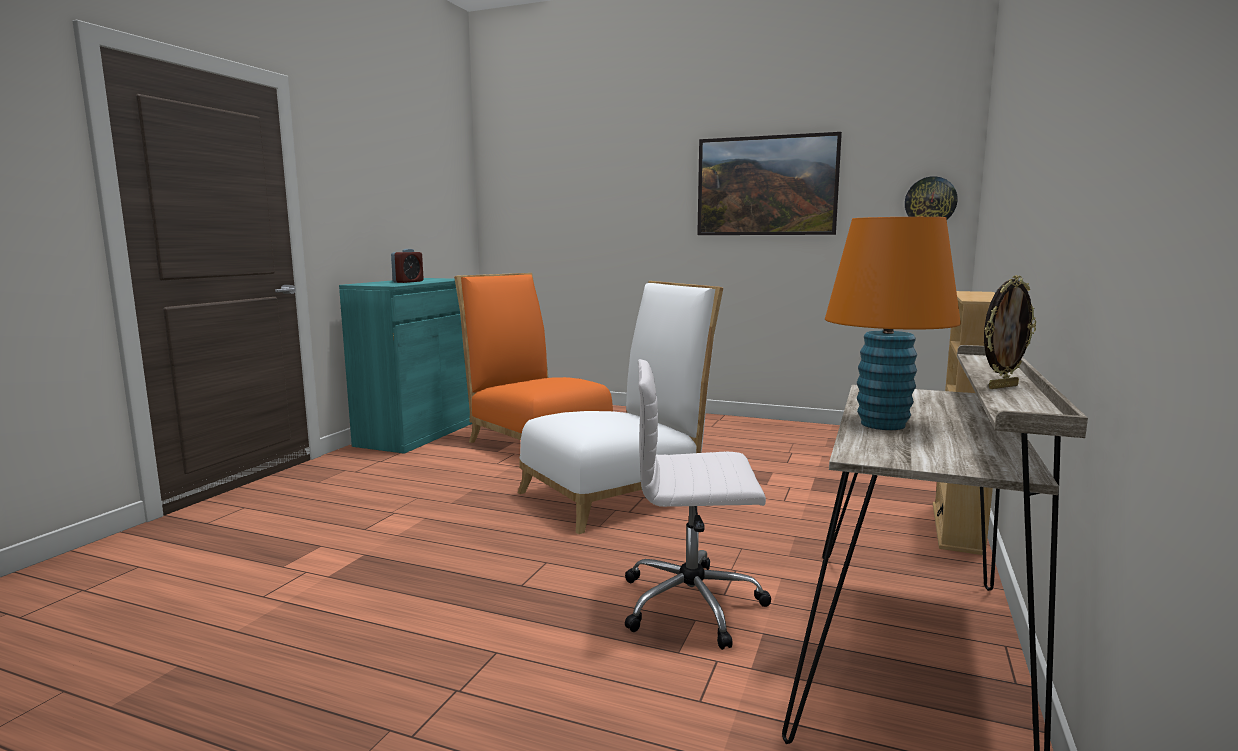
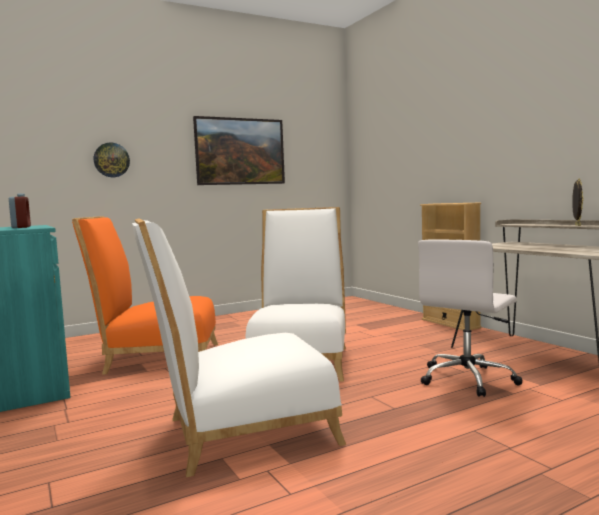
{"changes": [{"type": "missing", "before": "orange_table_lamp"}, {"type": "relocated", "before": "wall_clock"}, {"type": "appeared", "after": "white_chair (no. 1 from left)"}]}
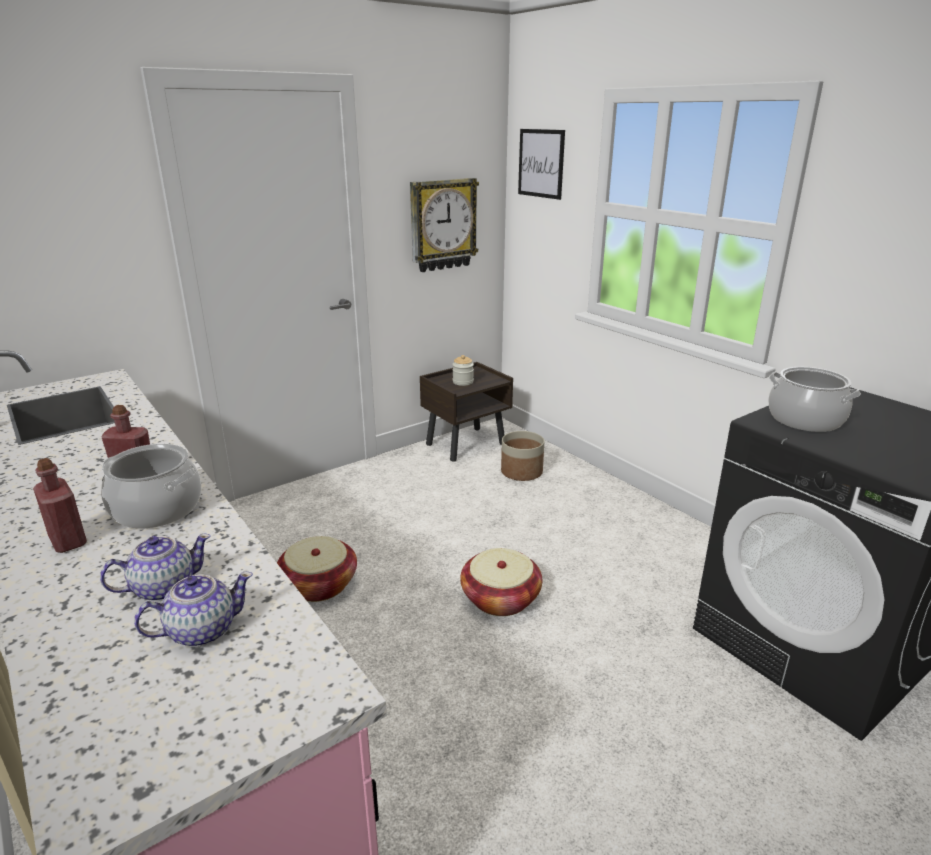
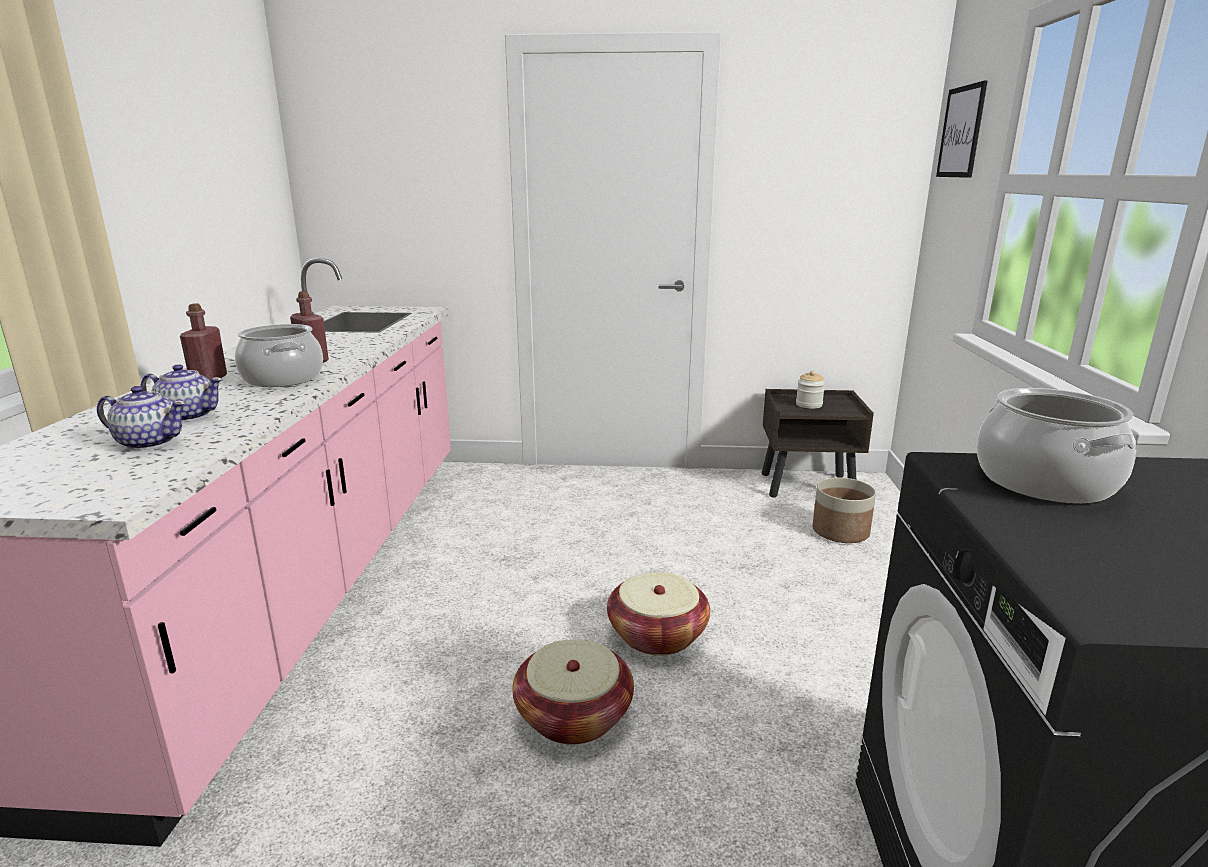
{"changes": [{"type": "relocated", "before": "basket (no. 1 from left)"}, {"type": "missing", "before": "wall_clock"}]}
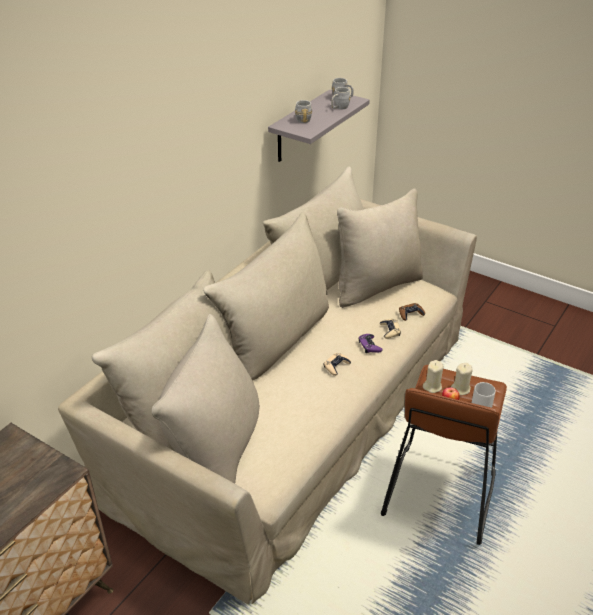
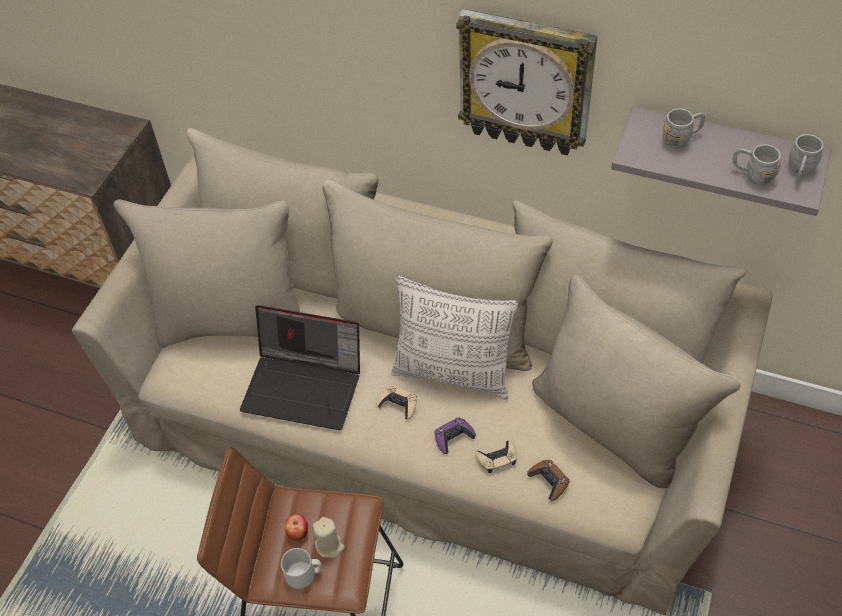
{"changes": [{"type": "missing", "before": "beige_candle (no. 1 from left)"}, {"type": "appeared", "after": "laptop"}, {"type": "appeared", "after": "pillow"}, {"type": "appeared", "after": "wall_clock"}]}
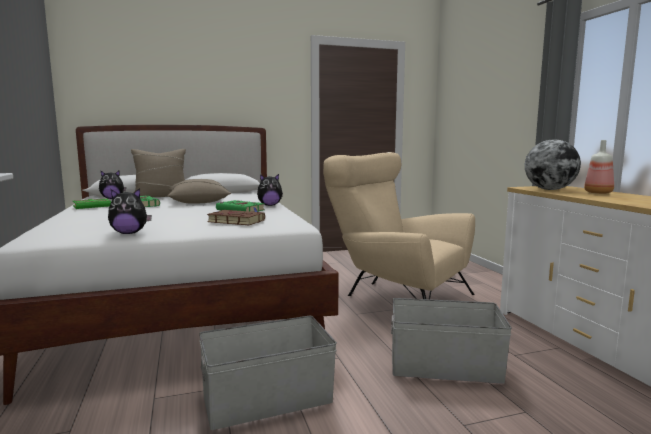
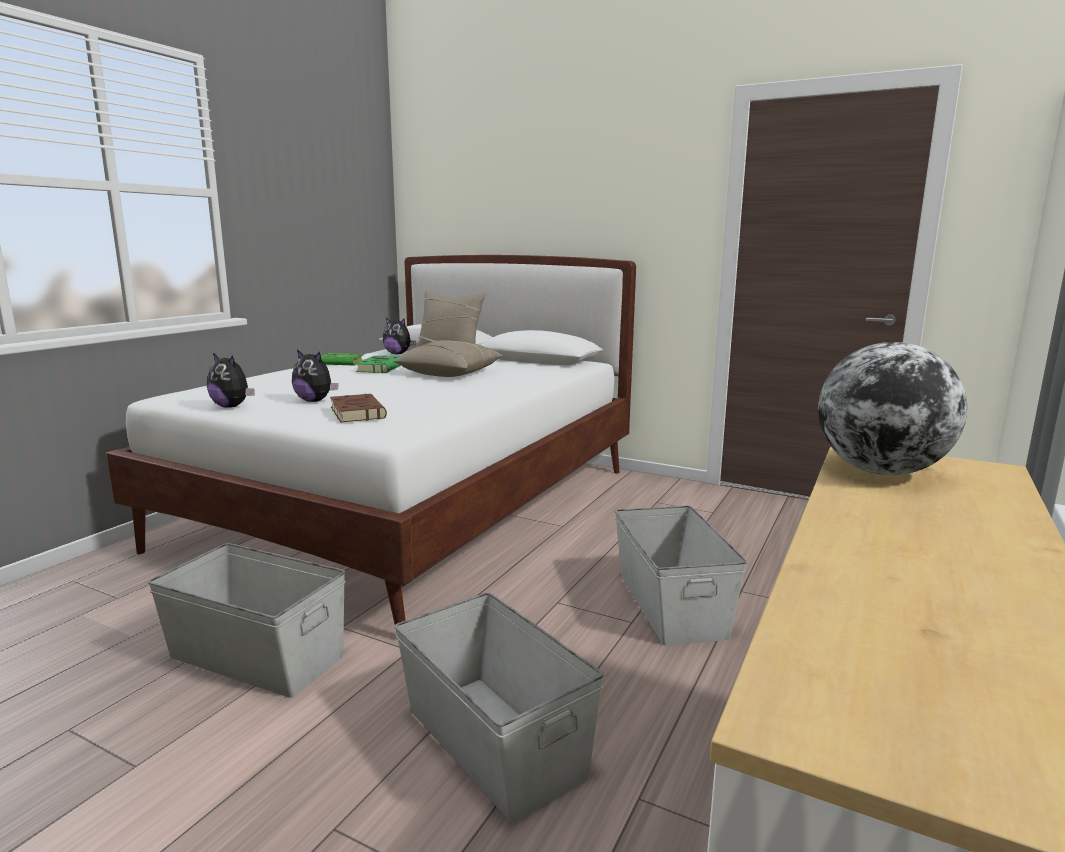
{"changes": [{"type": "missing", "before": "green_book (no. 3 from left)"}, {"type": "relocated", "before": "plush_toy (no. 3 from left in the first image)", "after": "plush_toy (no. 2 from left)"}, {"type": "exchanged", "before": "beige_armchair", "after": "grey_storage_box (no. 3 from left)"}, {"type": "missing", "before": "bottle"}]}
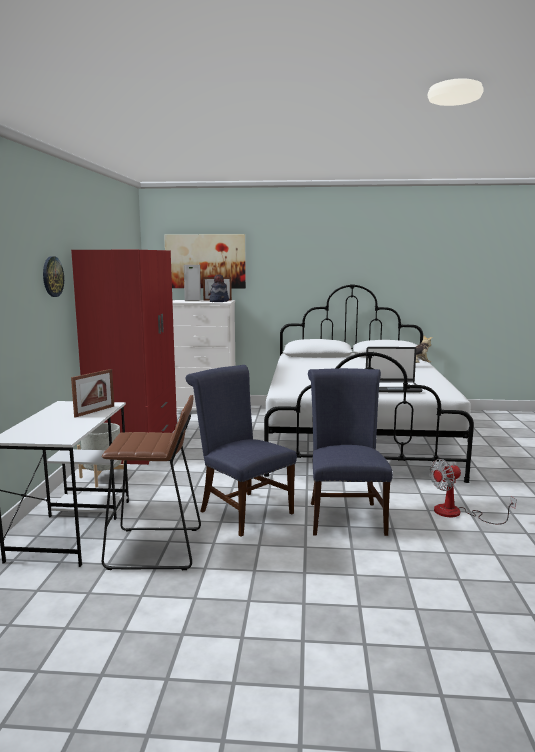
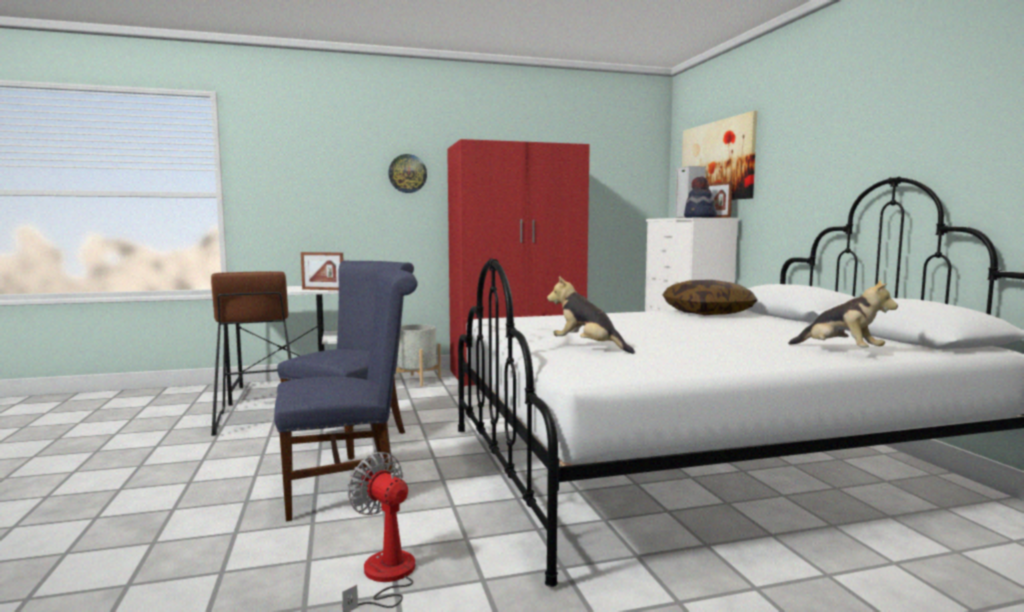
{"changes": [{"type": "exchanged", "before": "laptop", "after": "plush_toy (no. 1 from left)"}, {"type": "appeared", "after": "pillow"}]}
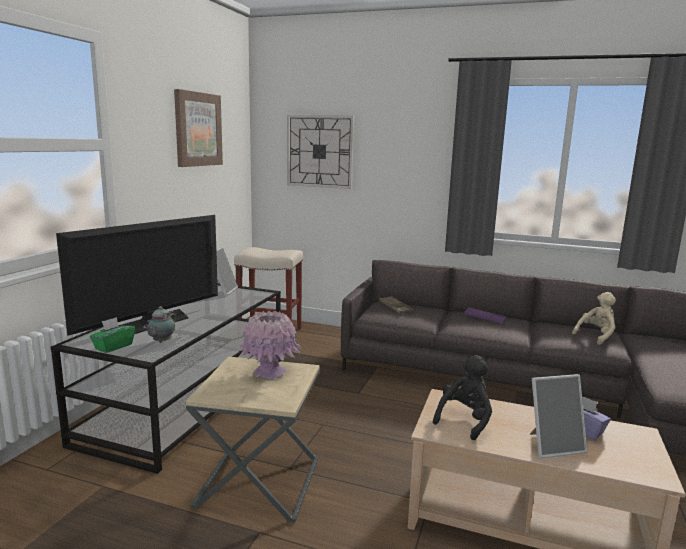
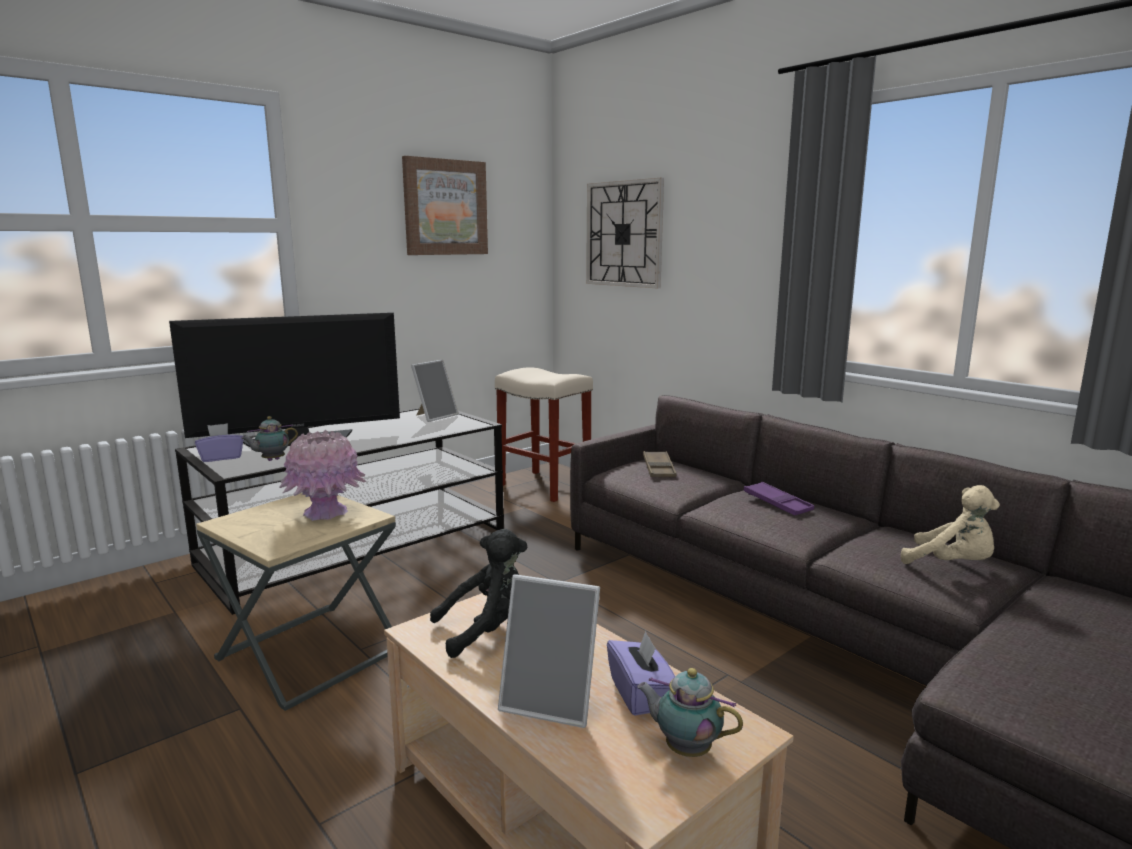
{"changes": [{"type": "colour", "before": "green_tissue_box", "after": "purple_tissue_box (no. 1 from left)"}, {"type": "spun", "before": "beige_plush_toy", "turn": 45}, {"type": "appeared", "after": "teapot (no. 2 from left)"}]}
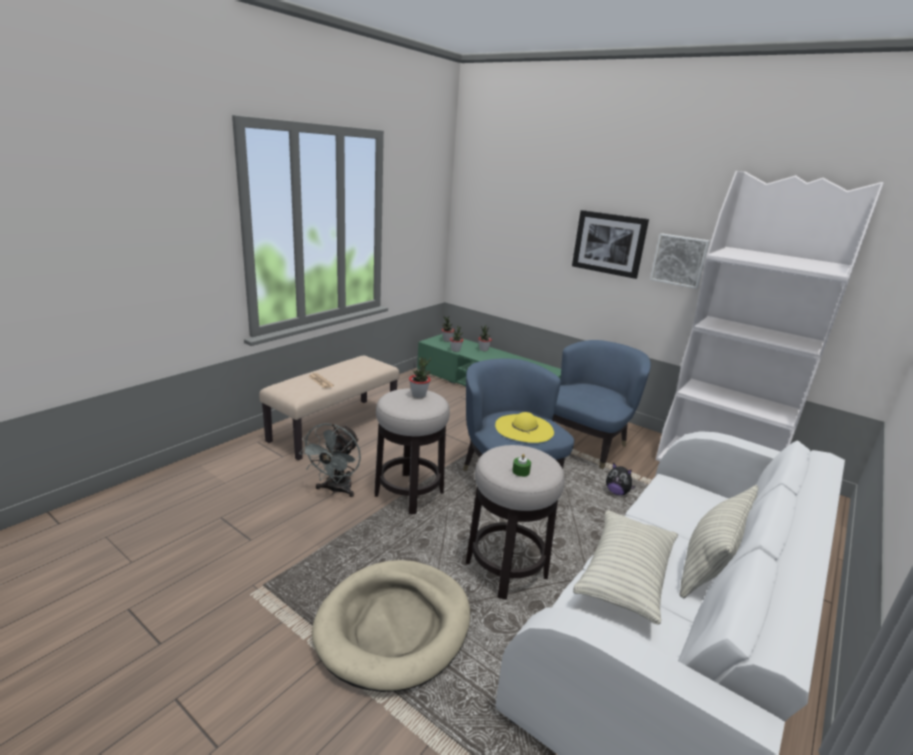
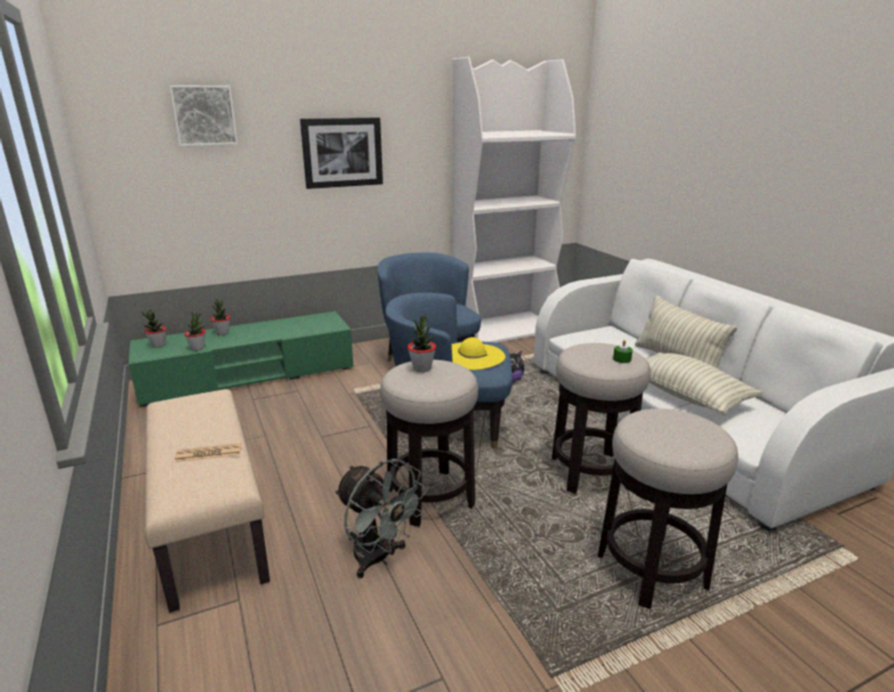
{"changes": [{"type": "exchanged", "before": "beige_dog_bed", "after": "stool (no. 3 from left)"}, {"type": "relocated", "before": "picture (no. 2 from left in the first image)", "after": "picture (no. 1 from left)"}]}
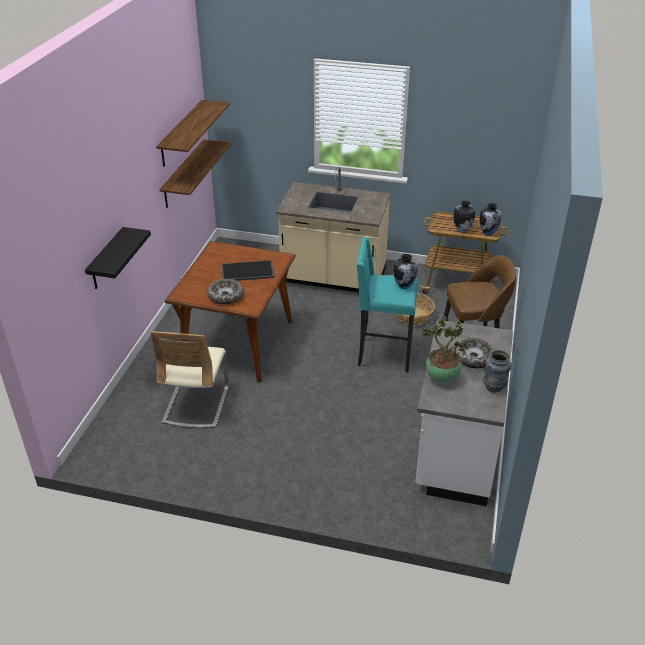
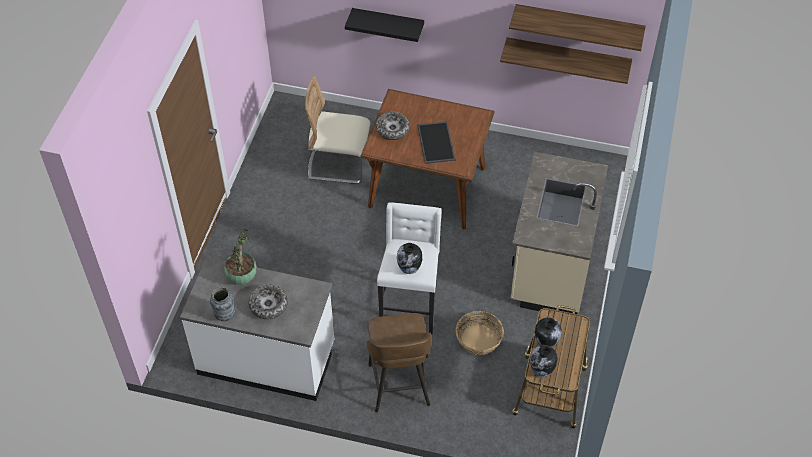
{"changes": [{"type": "colour", "before": "turquoise_stool", "after": "white_stool"}]}
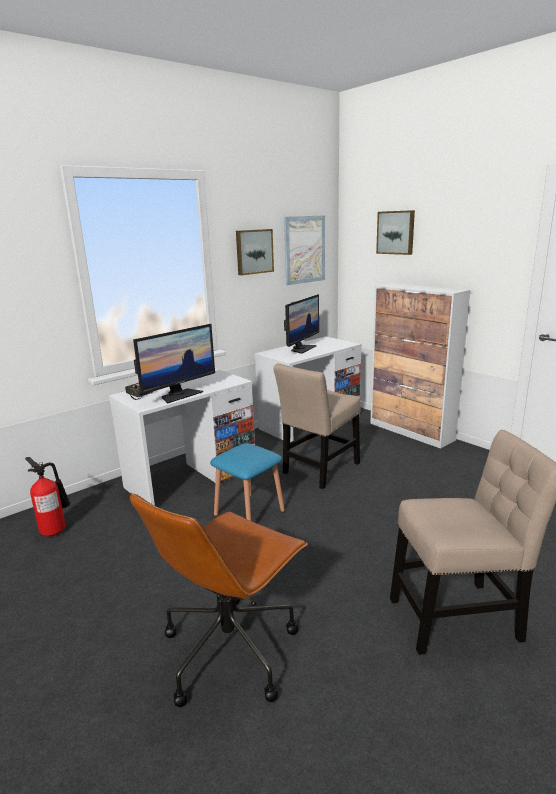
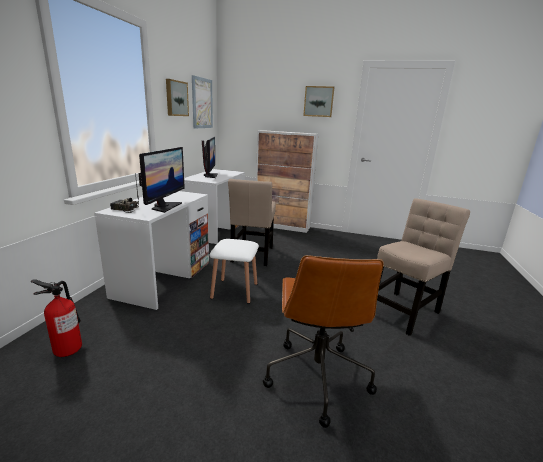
{"changes": [{"type": "colour", "before": "blue_stool", "after": "white_stool"}, {"type": "relocated", "before": "picture (no. 3 from left)"}]}
